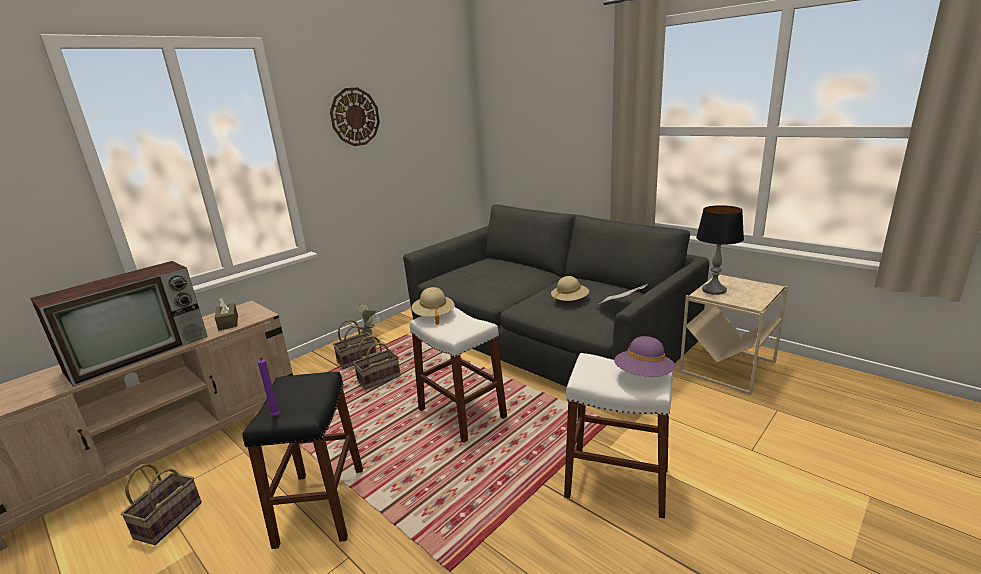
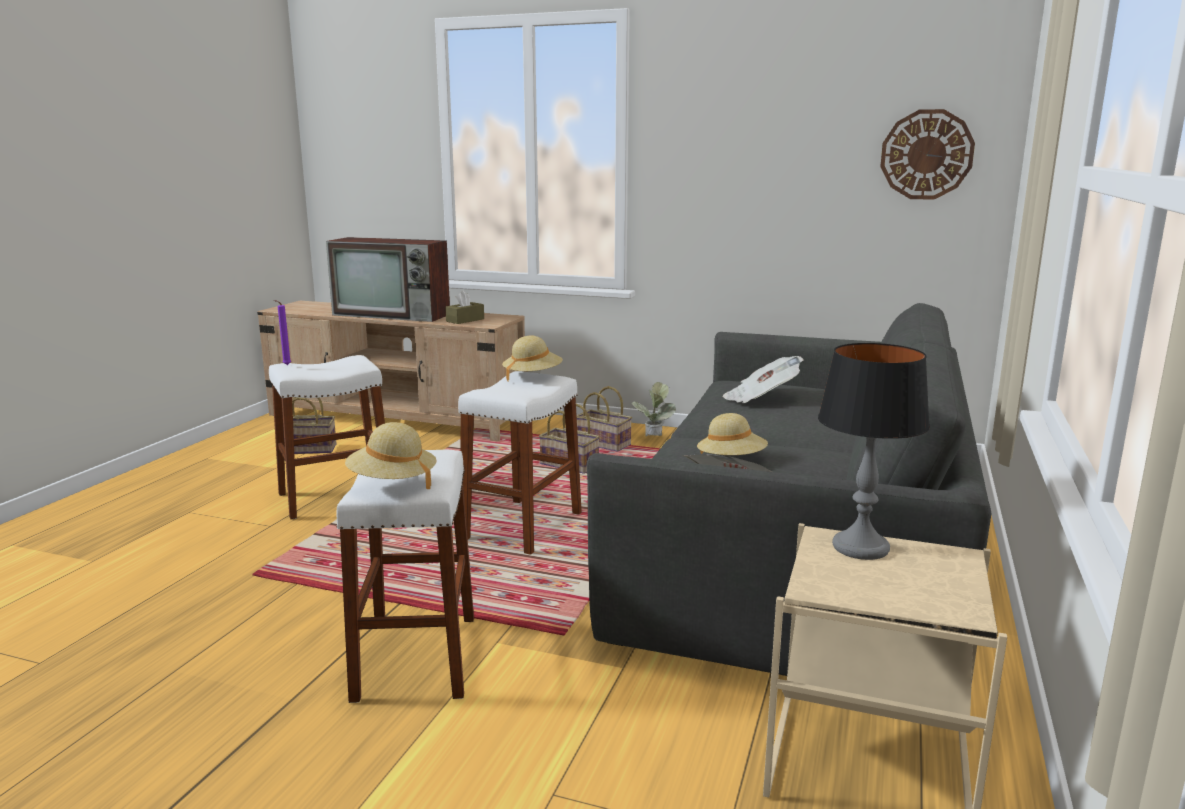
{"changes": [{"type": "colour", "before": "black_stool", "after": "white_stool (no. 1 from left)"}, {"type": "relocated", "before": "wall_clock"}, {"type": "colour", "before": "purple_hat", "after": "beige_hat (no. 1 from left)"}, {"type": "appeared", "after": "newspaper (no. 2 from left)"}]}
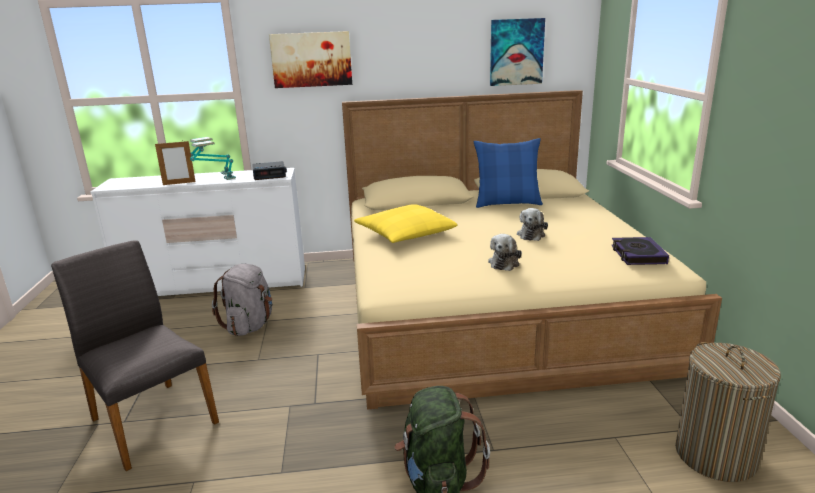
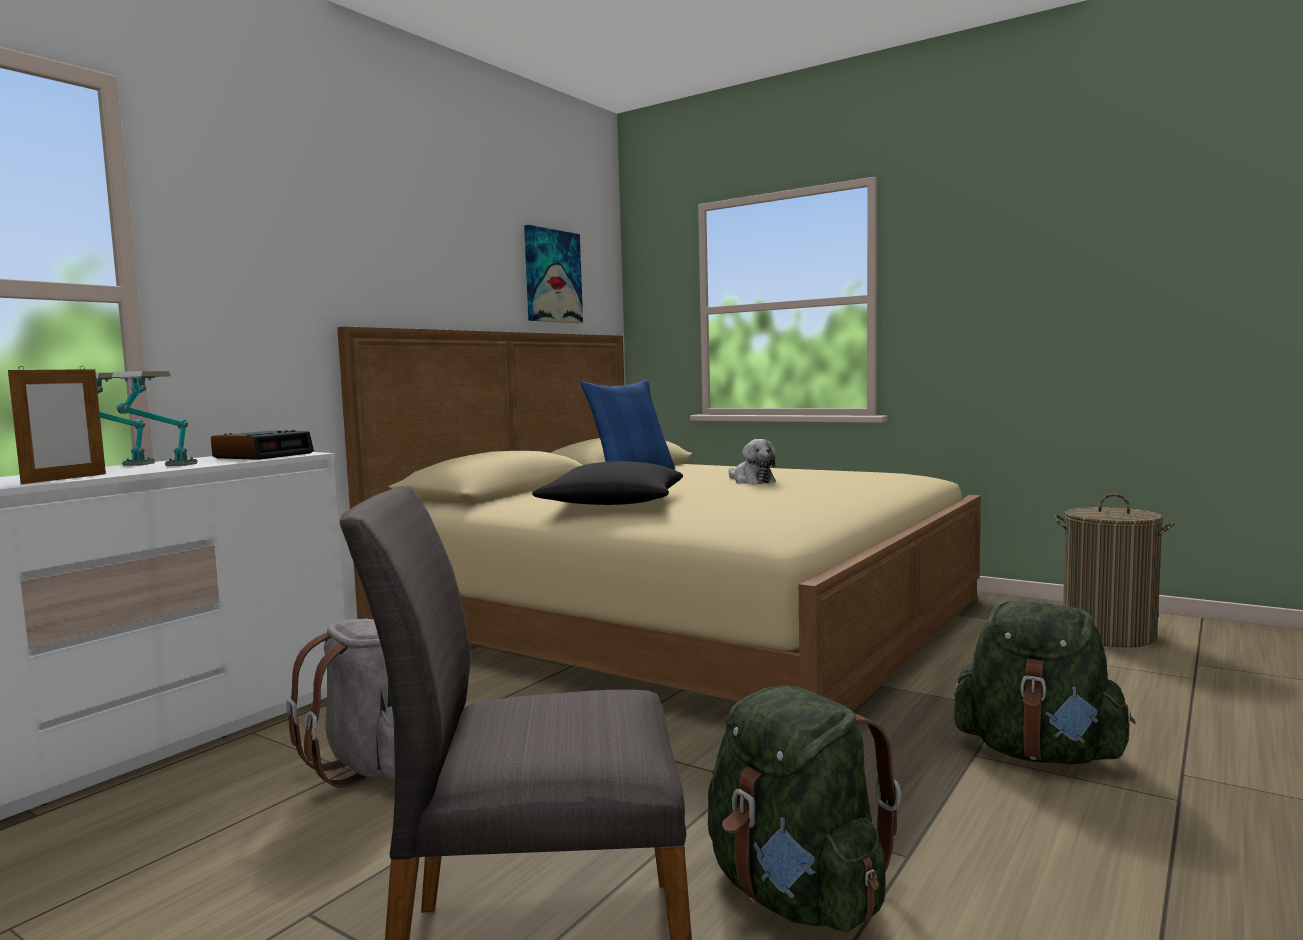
{"changes": [{"type": "missing", "before": "picture (no. 1 from left)"}, {"type": "colour", "before": "yellow_pillow", "after": "black_pillow"}, {"type": "missing", "before": "plush_toy (no. 1 from left)"}, {"type": "missing", "before": "book"}, {"type": "appeared", "after": "green_backpack (no. 1 from left)"}]}
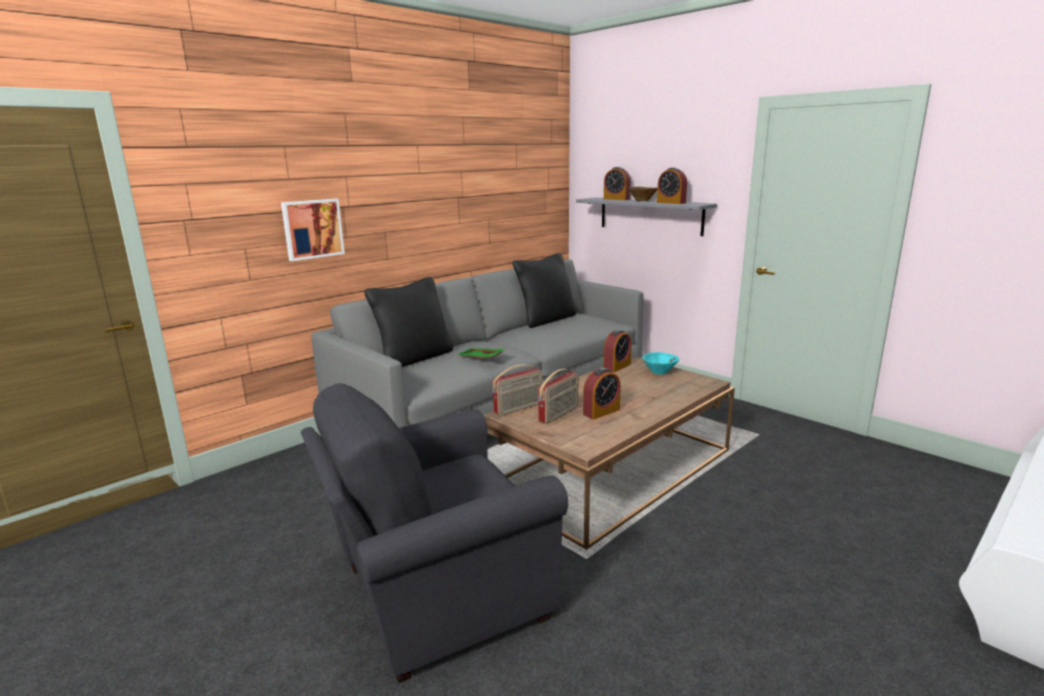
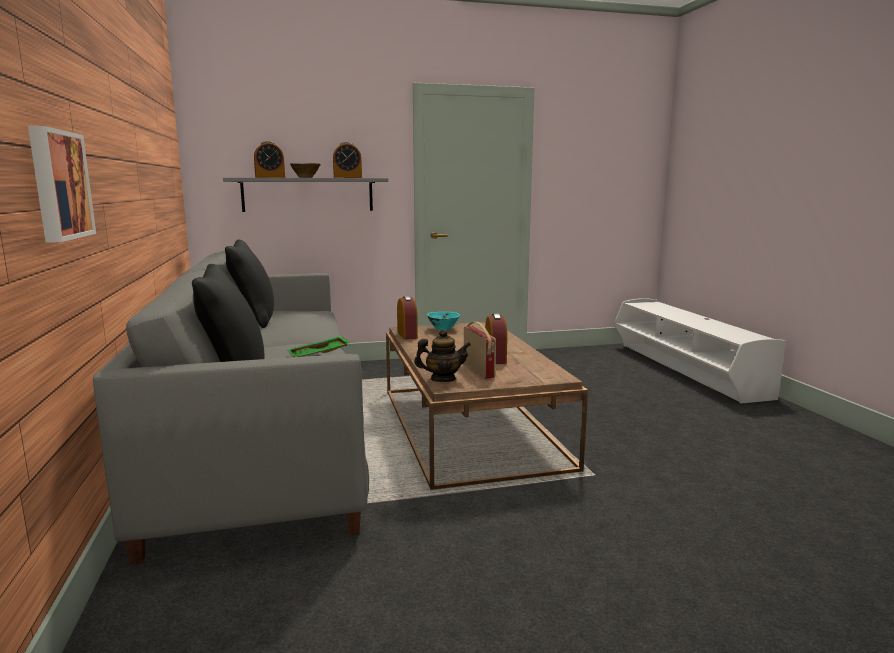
{"changes": [{"type": "missing", "before": "grey_armchair"}, {"type": "exchanged", "before": "radio (no. 1 from left)", "after": "teapot"}]}
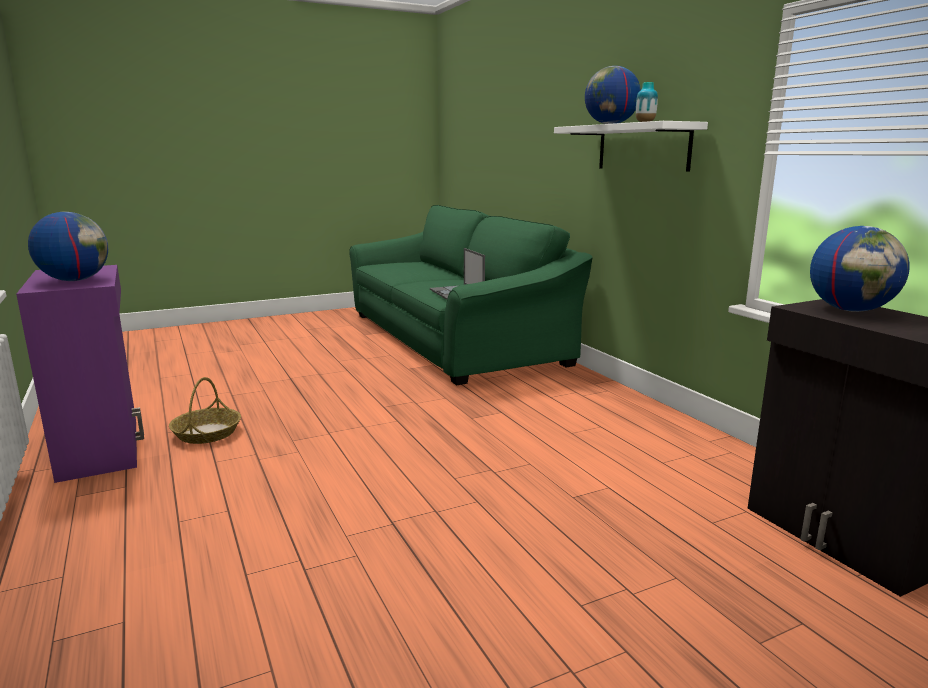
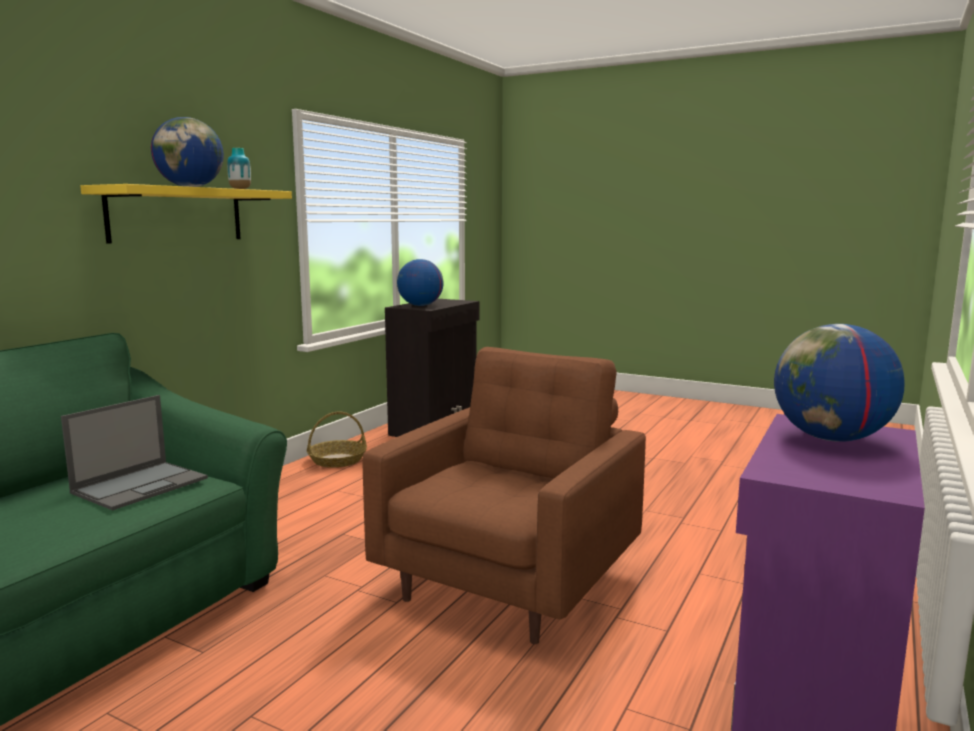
{"changes": [{"type": "relocated", "before": "basket"}, {"type": "colour", "before": "white_shelf", "after": "yellow_shelf"}, {"type": "appeared", "after": "brown_armchair"}]}
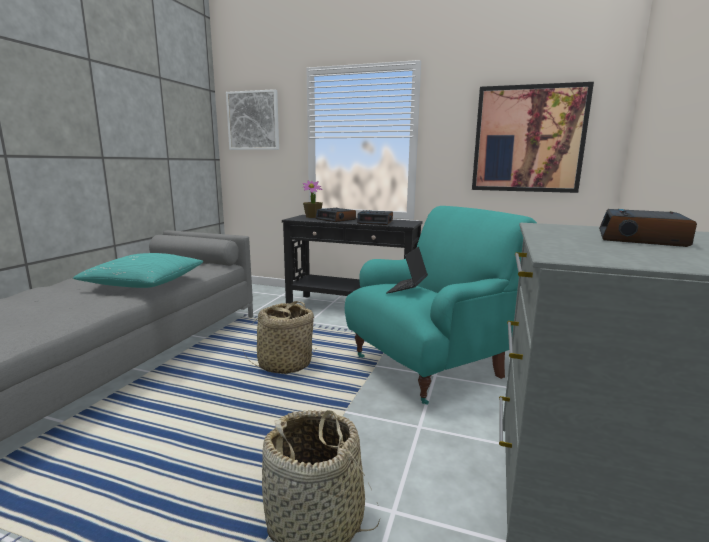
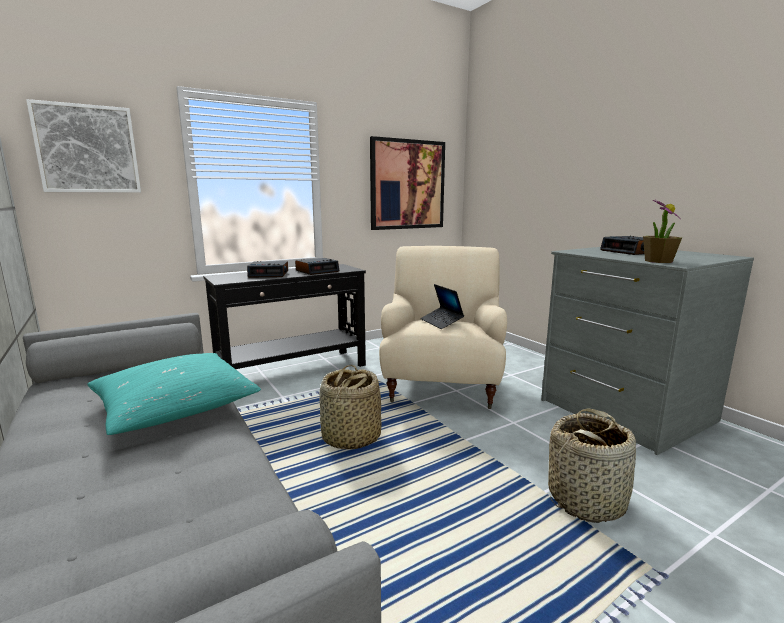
{"changes": [{"type": "relocated", "before": "potted_plant"}, {"type": "colour", "before": "turquoise_armchair", "after": "beige_armchair"}]}
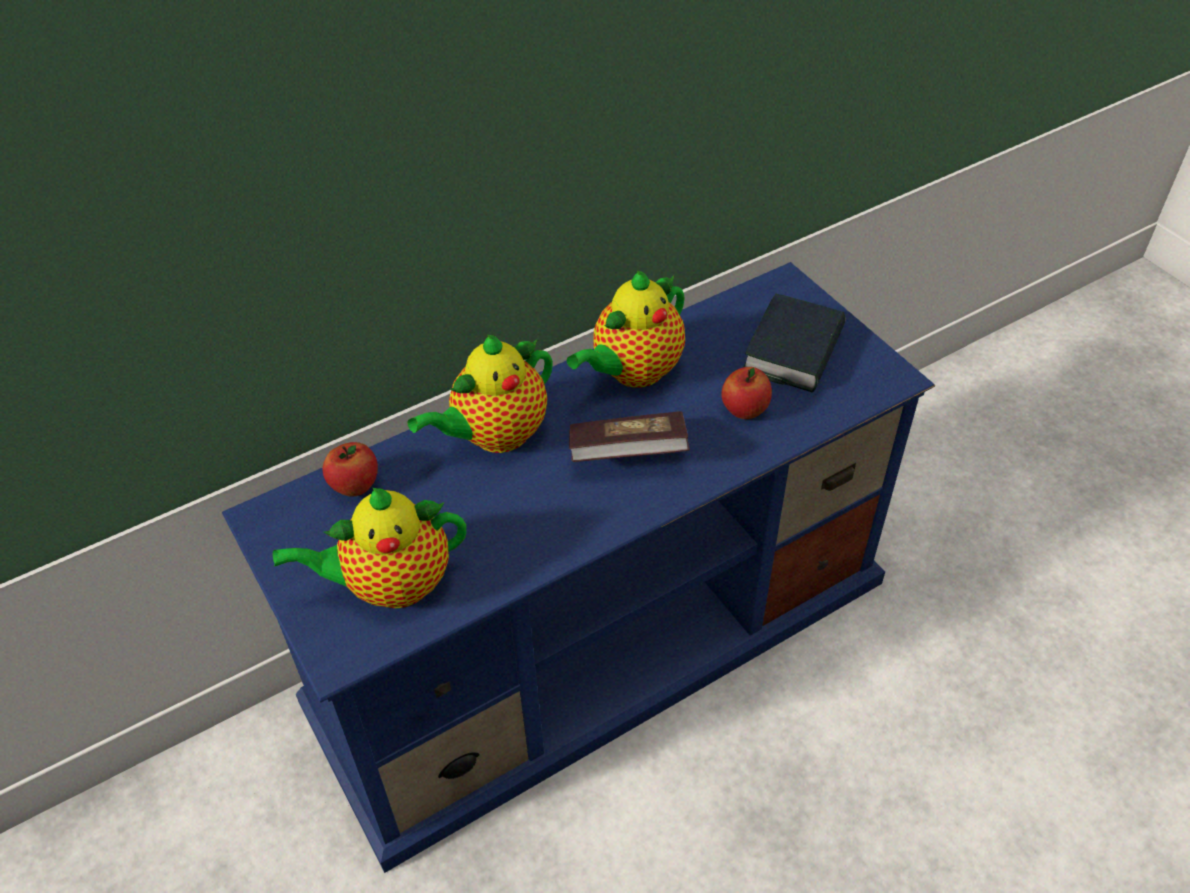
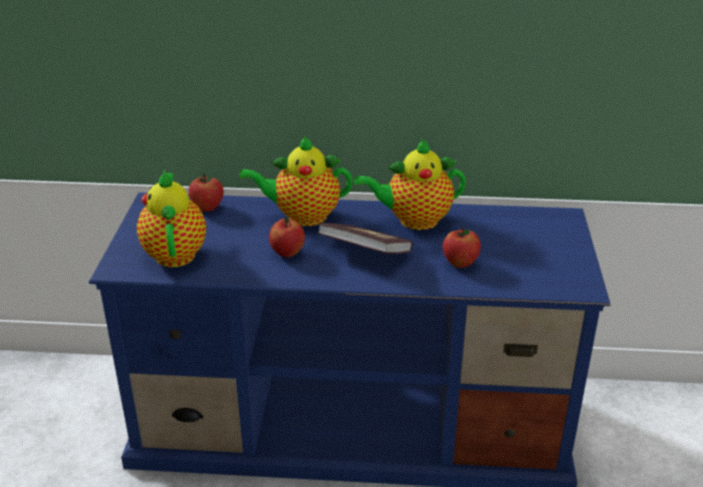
{"changes": [{"type": "spun", "before": "teapot (no. 1 from left)", "turn": 60}, {"type": "missing", "before": "book (no. 2 from left)"}, {"type": "appeared", "after": "apple (no. 2 from left)"}]}
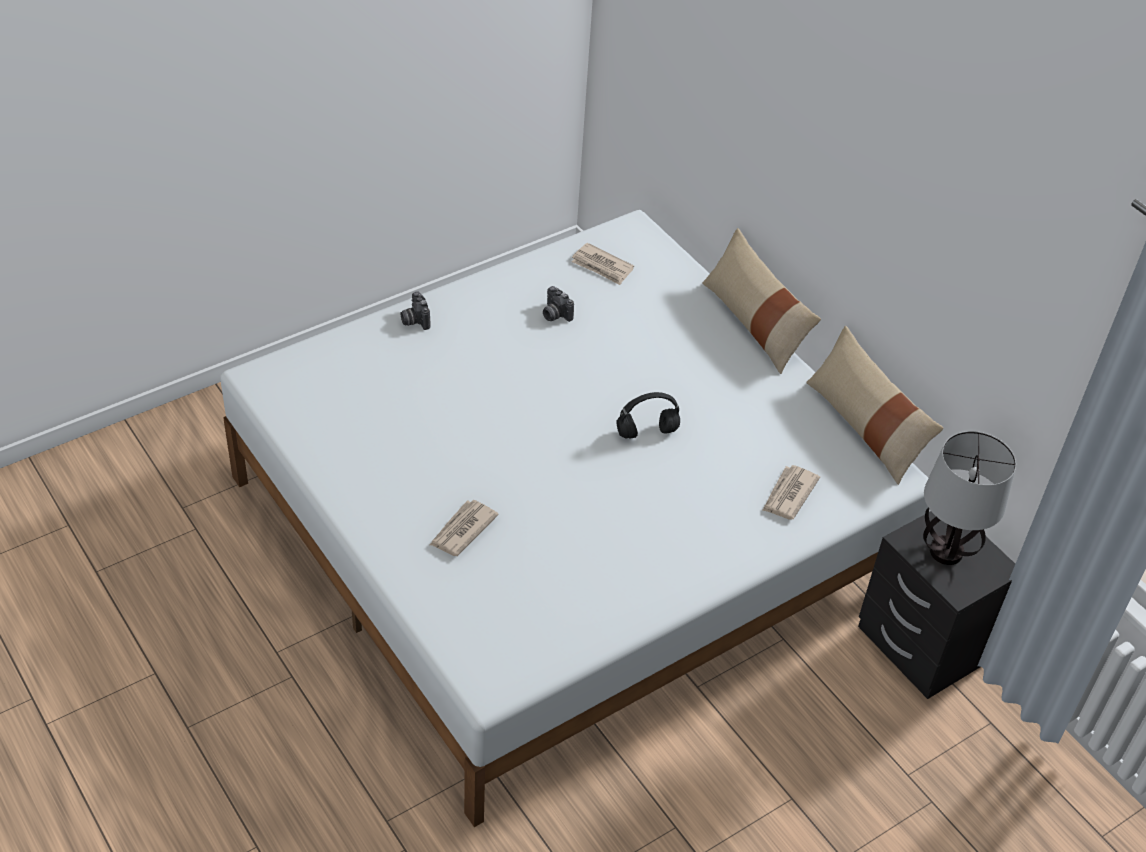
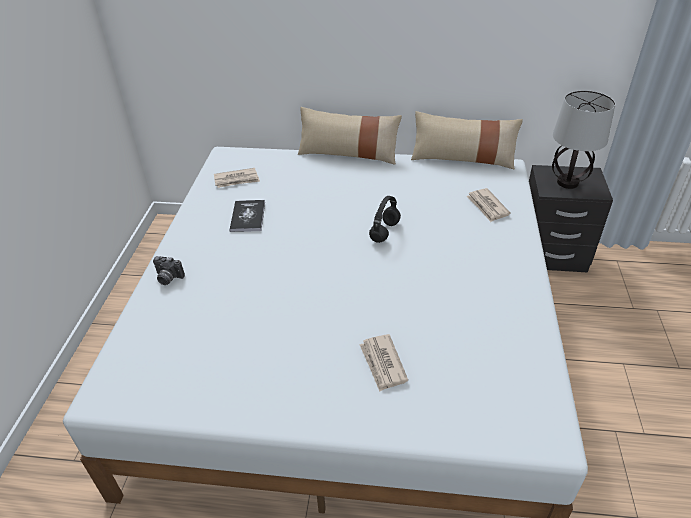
{"changes": [{"type": "exchanged", "before": "photo_camera (no. 2 from left)", "after": "book"}]}
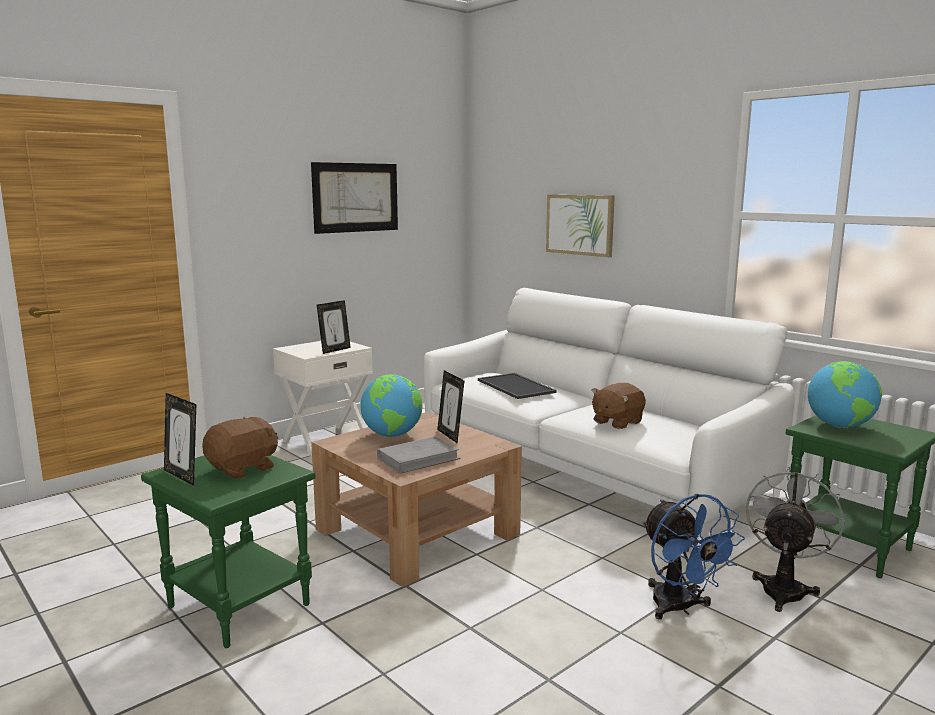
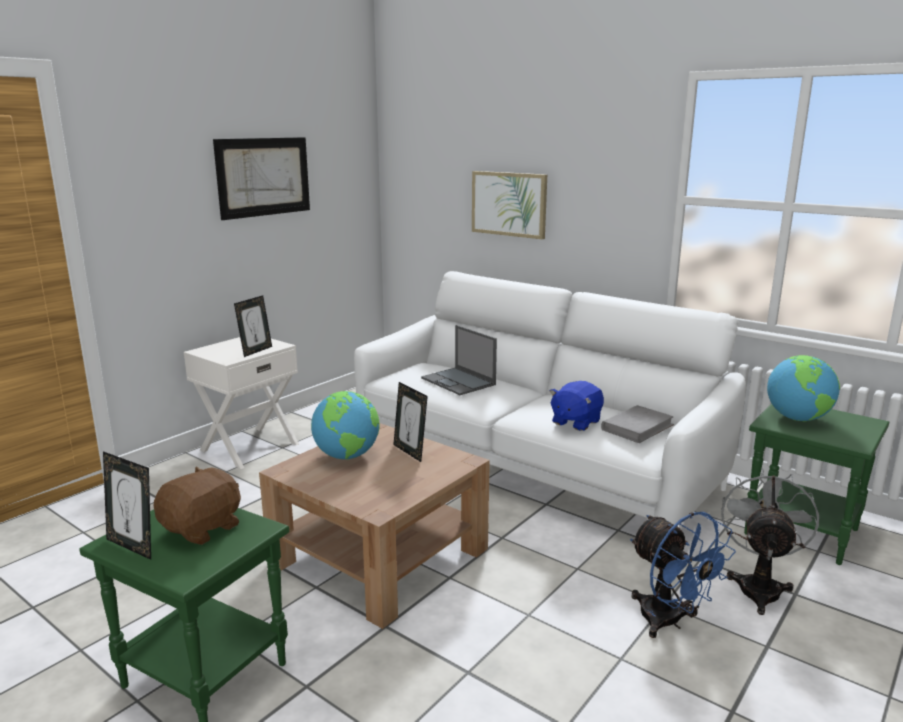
{"changes": [{"type": "relocated", "before": "grey_book"}, {"type": "exchanged", "before": "tray", "after": "laptop"}, {"type": "colour", "before": "brown_plush_toy (no. 2 from left)", "after": "blue_plush_toy"}]}
